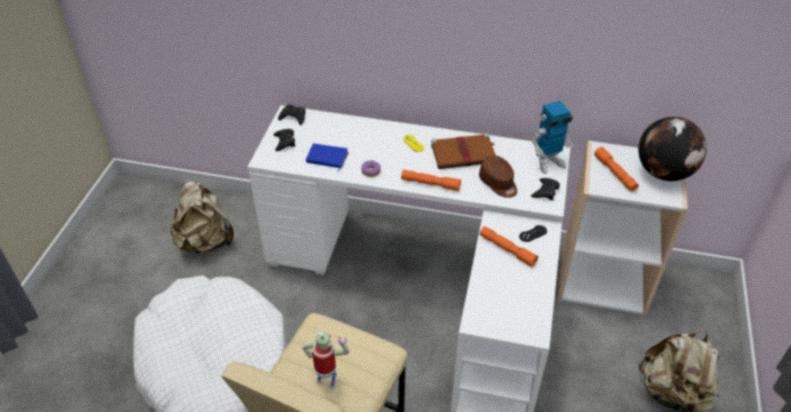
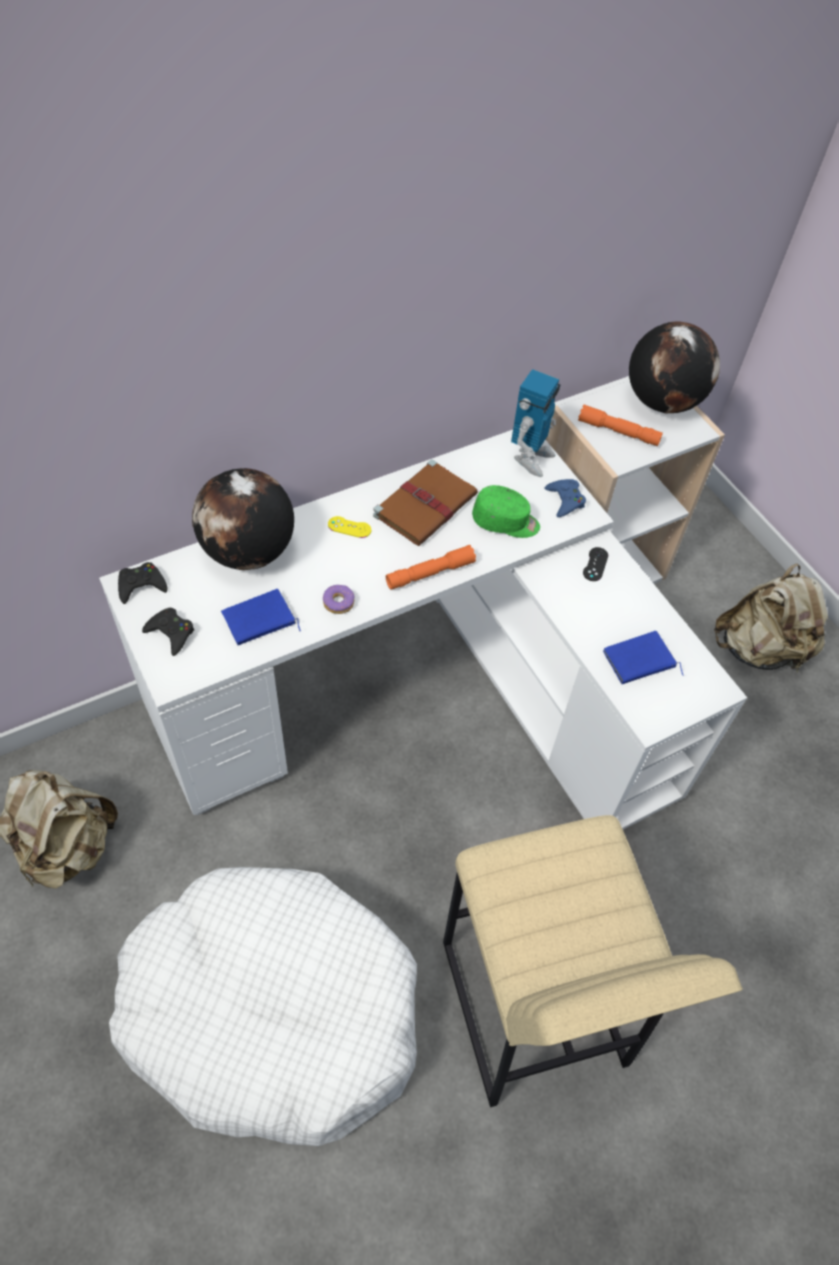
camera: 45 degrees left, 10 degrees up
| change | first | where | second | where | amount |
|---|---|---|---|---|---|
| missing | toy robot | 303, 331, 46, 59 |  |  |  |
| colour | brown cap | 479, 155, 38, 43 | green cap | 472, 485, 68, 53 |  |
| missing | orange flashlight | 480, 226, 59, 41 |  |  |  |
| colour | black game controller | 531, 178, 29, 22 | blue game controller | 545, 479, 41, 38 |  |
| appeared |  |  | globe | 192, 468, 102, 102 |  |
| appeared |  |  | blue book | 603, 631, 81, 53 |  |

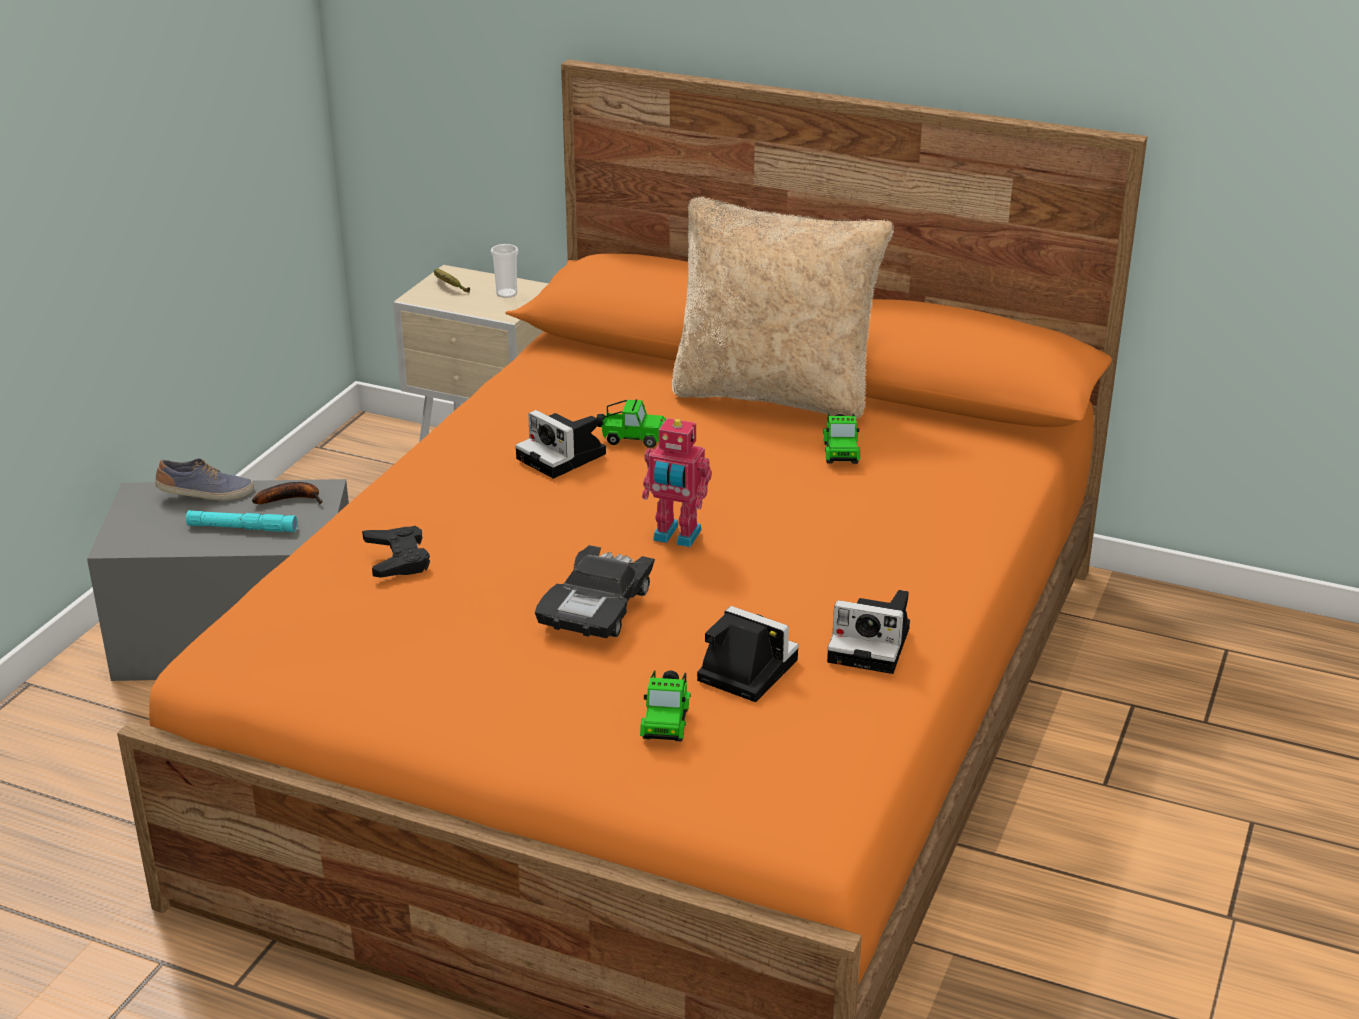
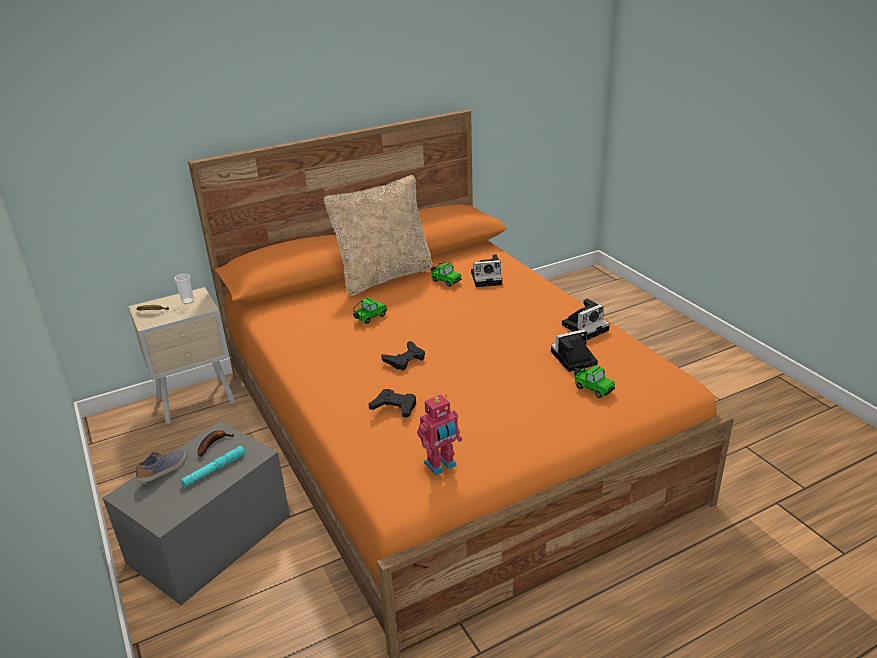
camera: 50 degrees left, 0 degrees up
| change | first | where | second | where | amount |
|---|---|---|---|---|---|
| relocated | photo camera | 515, 410, 91, 68 |  | 471, 254, 31, 33 |  |
| missing | black toy car | 535, 545, 120, 93 |  |  |  |
| relocated | toy robot | 642, 418, 70, 129 |  | 417, 394, 45, 81 |  |
| appeared |  |  | black game controller | 381, 341, 44, 29 |  |

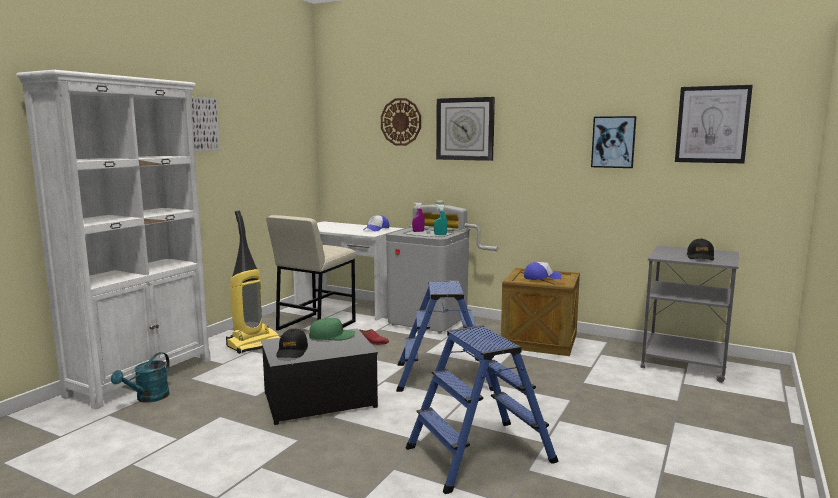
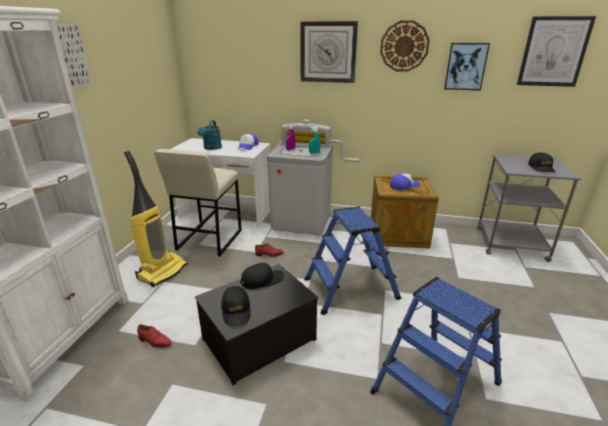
camera: 15 degrees left, 15 degrees up
| change | first | where | second | where | amount |
|---|---|---|---|---|---|
| relocated | turquoise watering can | 111, 352, 59, 50 |  | 197, 121, 25, 29 |  |
| colour | green cap | 309, 318, 46, 22 | black cap | 240, 263, 44, 26 |  |
| relocated | wall clock | 381, 98, 40, 48 |  | 380, 20, 50, 52 |  |
| appeared |  |  | red shoe | 137, 324, 35, 24 |  |

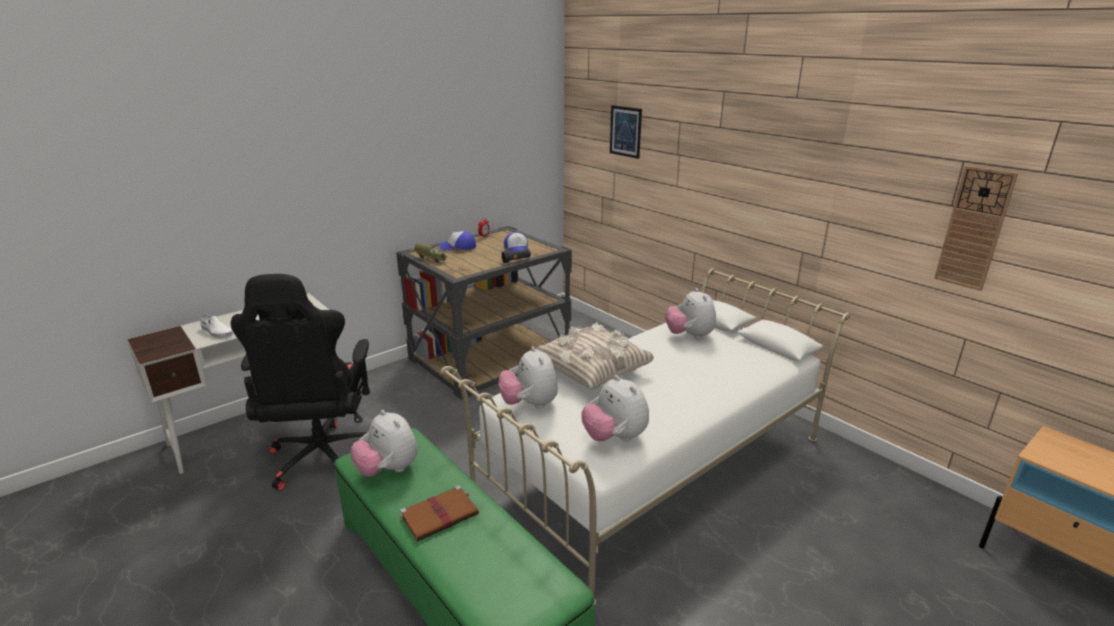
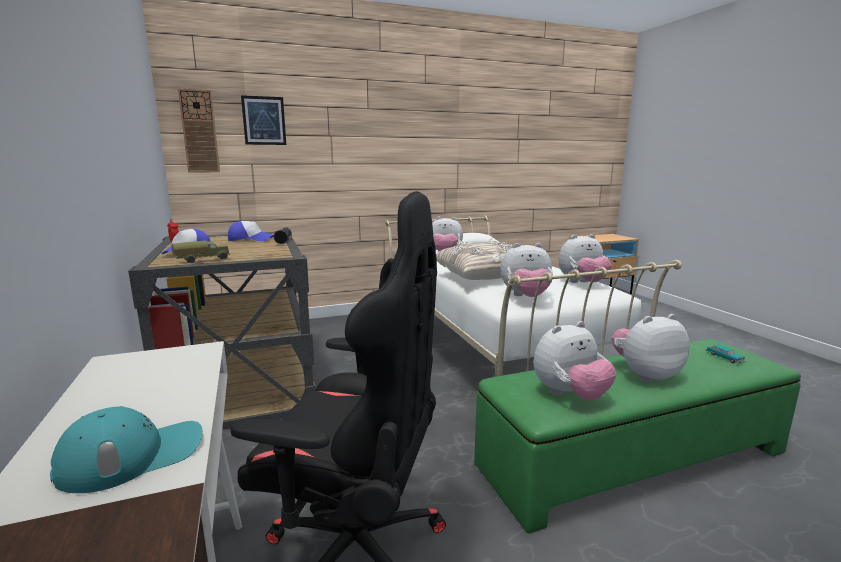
camera: 70 degrees left, 10 degrees down
| change | first | where | second | where | amount |
|---|---|---|---|---|---|
| exchanged | white shoe | 200, 314, 33, 24 | turquoise cap | 50, 406, 153, 87 |  |
| exchanged | brown book | 400, 485, 79, 56 | plush toy | 611, 314, 79, 68 |  |
| relocated | wall clock | 934, 165, 84, 126 |  | 178, 88, 42, 85 |  |
| appeared |  |  | toy car | 706, 345, 39, 18 |  |

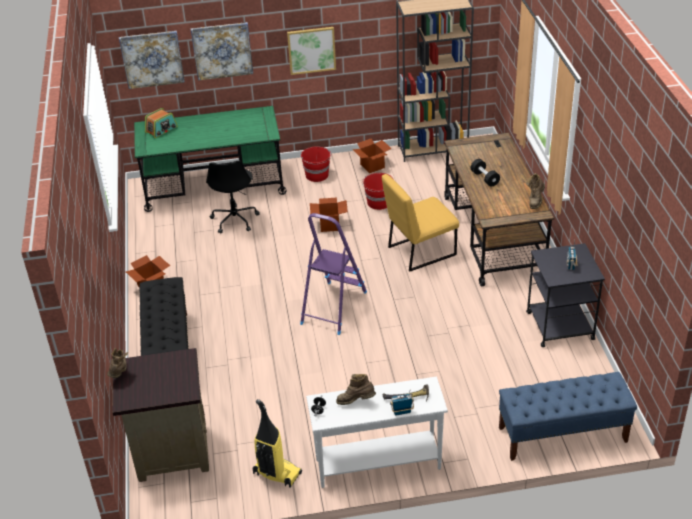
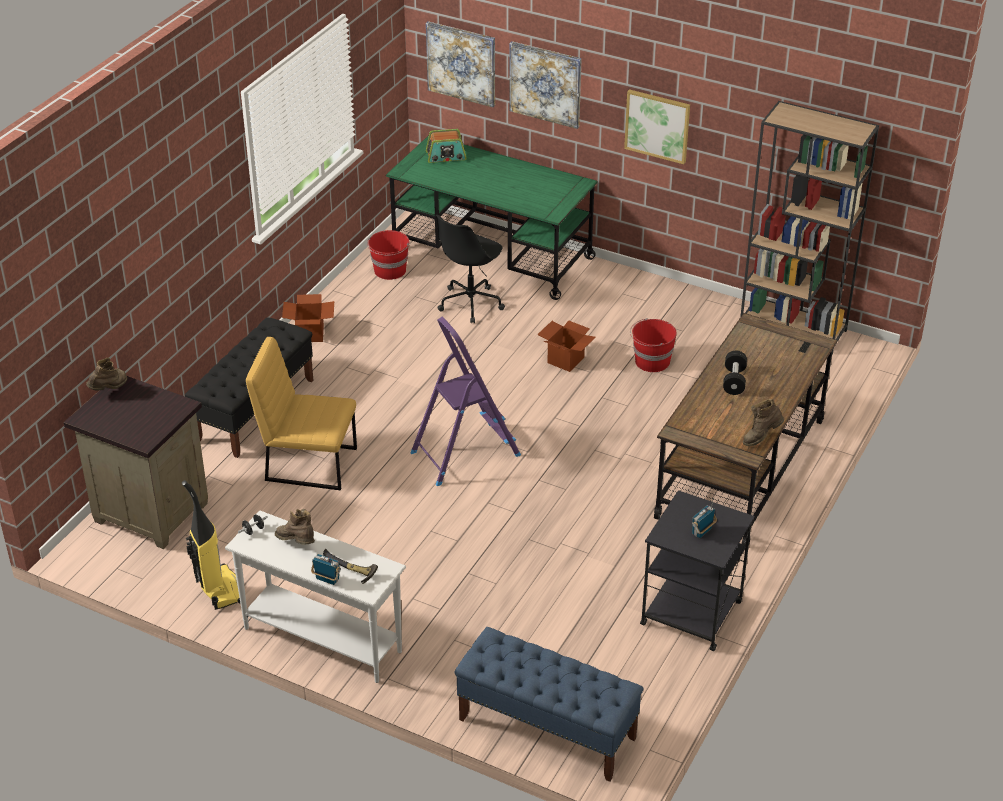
camera: 35 degrees right, 0 degrees up
| change | first | where | second | where | amount |
|---|---|---|---|---|---|
| relocated | red bucket | 301, 146, 30, 36 |  | 367, 230, 42, 50 |  |
| missing | cardboard box | 353, 138, 39, 35 |  |  |  |
| relocated | yellow chair | 382, 174, 77, 98 |  | 246, 337, 111, 154 |  |

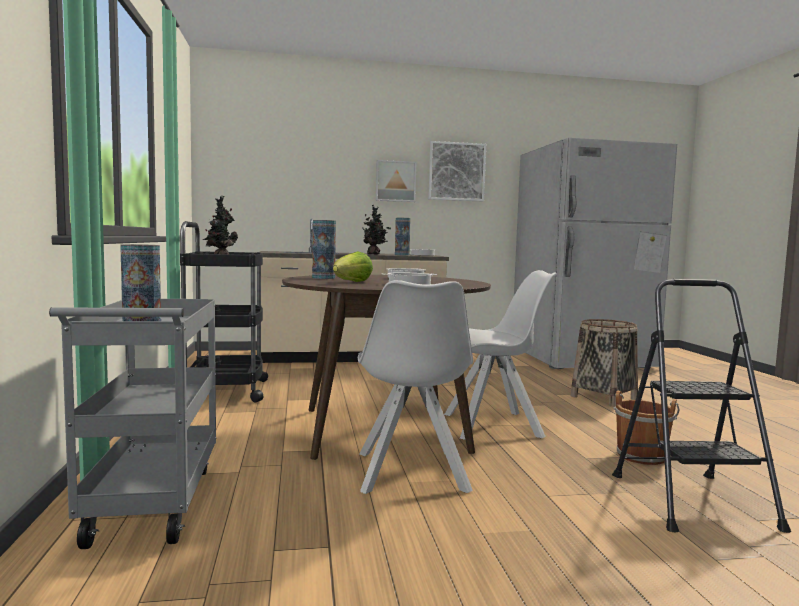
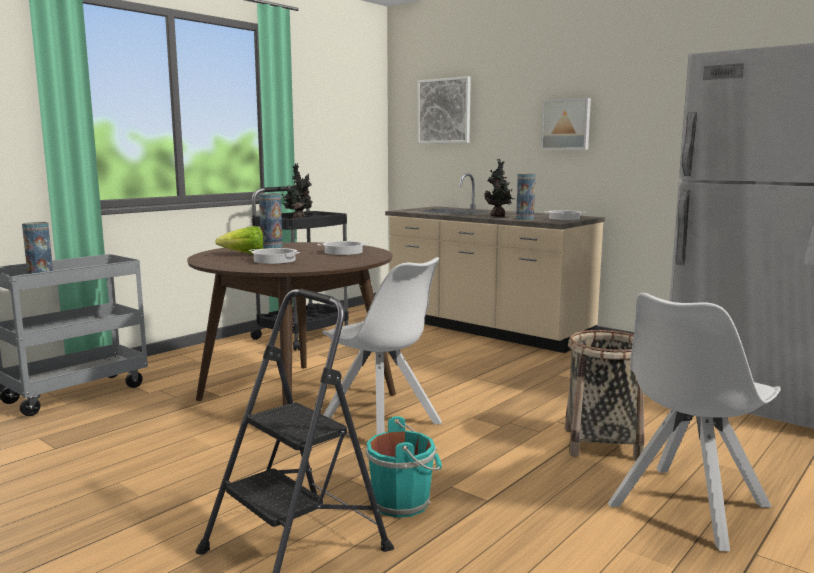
camera: 50 degrees right, 5 degrees up
| change | first | where | second | where | amount |
|---|---|---|---|---|---|
| relocated | white chair | 358, 280, 115, 214 |  | 608, 293, 173, 258 |  |
| relocated | picture | 428, 141, 58, 61 |  | 417, 76, 54, 67 |  |
| colour | brown bucket | 613, 390, 67, 75 | turquoise bucket | 366, 416, 76, 102 |  |

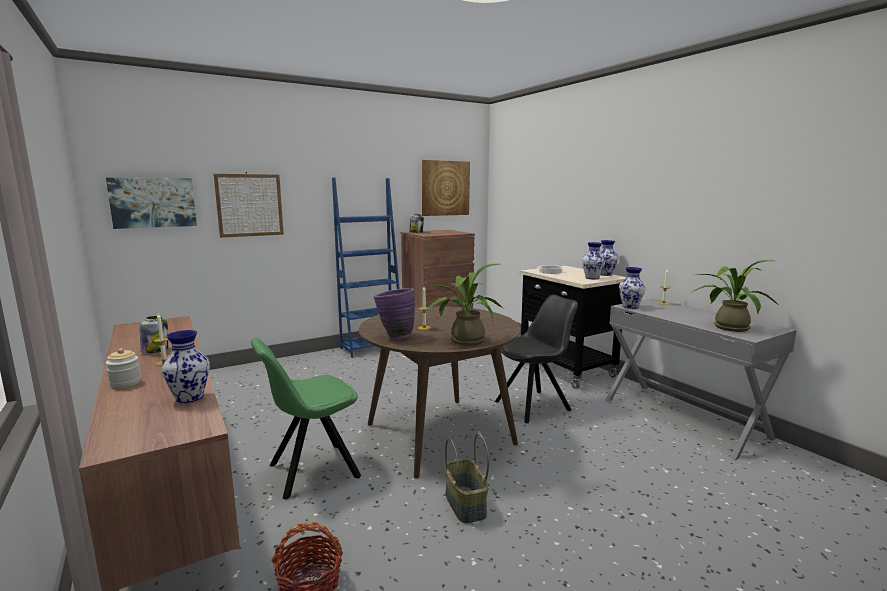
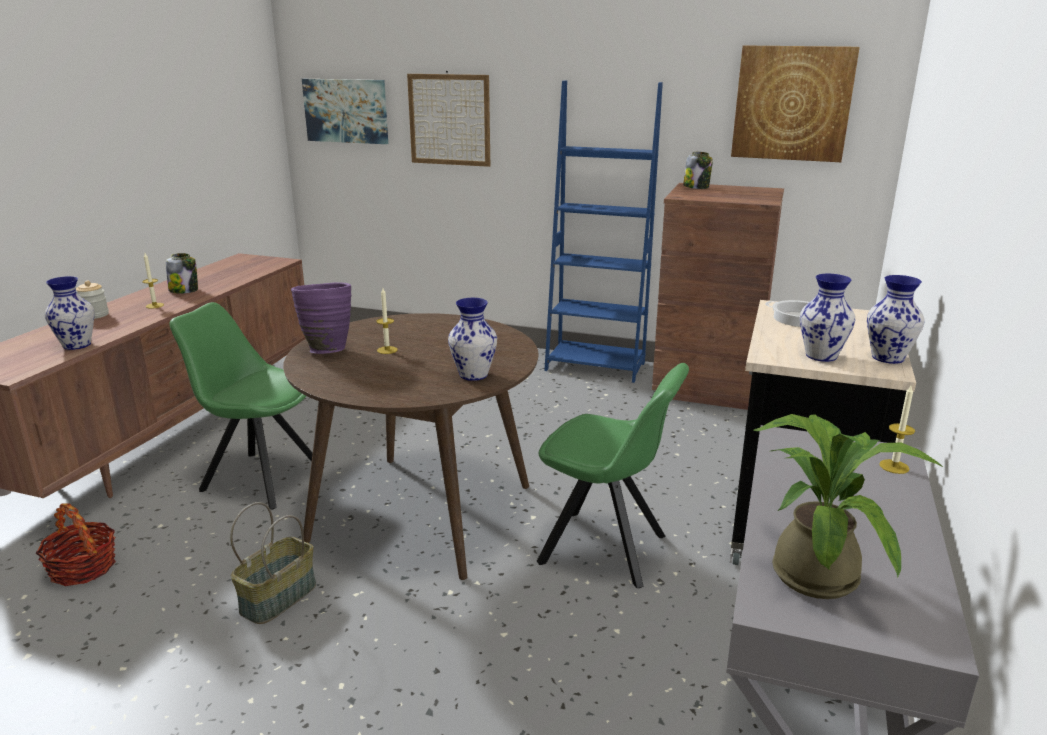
camera: 50 degrees right, 10 degrees up
| change | first | where | second | where | amount |
|---|---|---|---|---|---|
| missing | potted plant | 421, 264, 82, 82 |  |  |  |
| colour | black chair | 495, 294, 83, 129 | green chair | 537, 363, 152, 225 |  |
| relocated | vase | 619, 267, 27, 42 |  | 448, 298, 49, 83 |  |

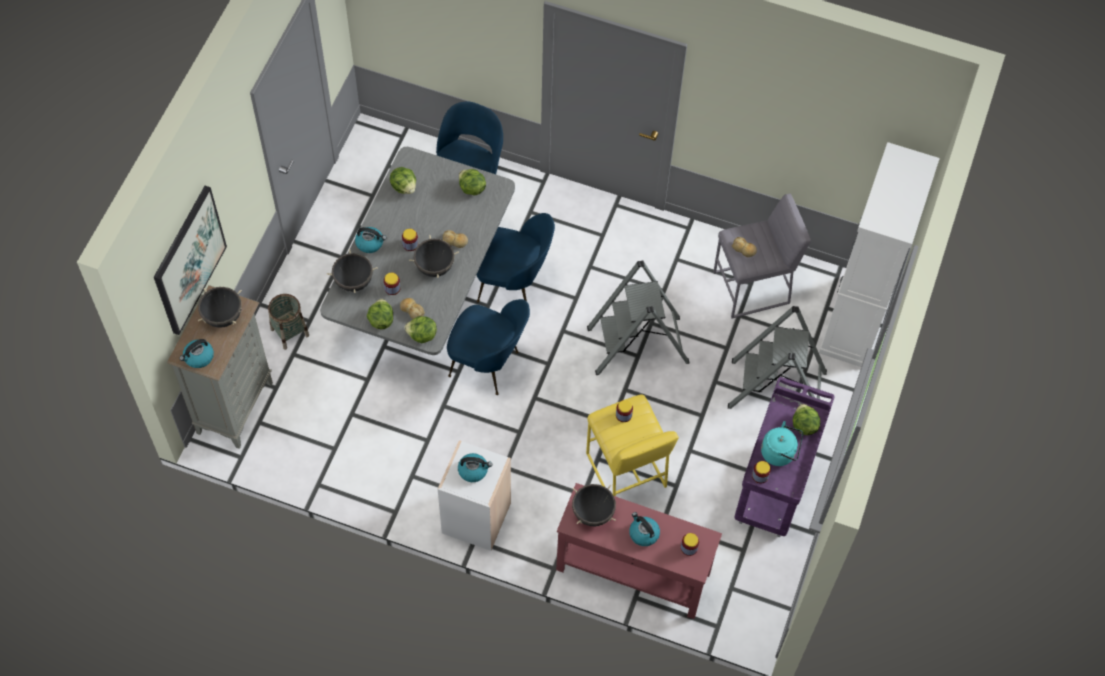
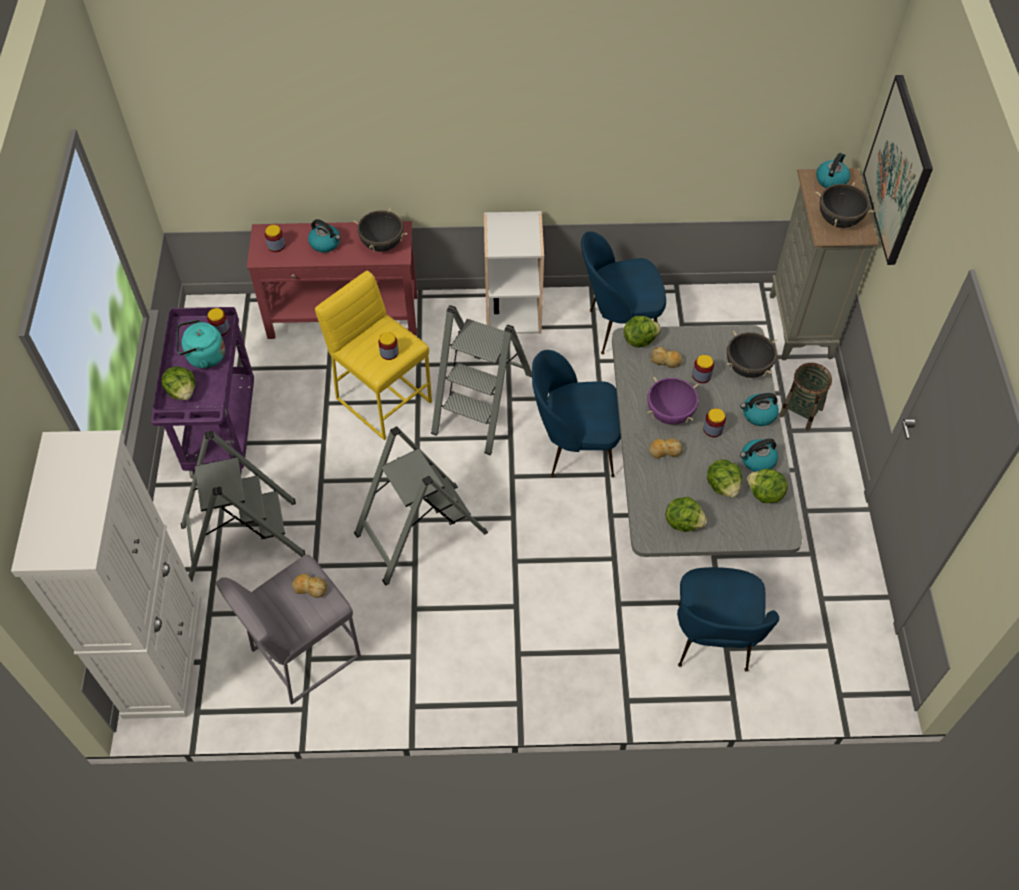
camera: 160 degrees right, 5 degrees down
| change | first | where | second | where | amount |
|---|---|---|---|---|---|
| relocated | lettuce | 367, 299, 26, 30 |  | 707, 460, 35, 38 |  |
| colour | black cooking pot | 409, 235, 50, 43 | purple cooking pot | 647, 377, 52, 48 |  |
| relocated | kettle | 458, 453, 34, 29 |  | 740, 439, 38, 33 |  |
| relocated | blue chair | 477, 213, 78, 89 |  | 581, 231, 85, 124 |  |
| appeared |  |  | grey step ladder | 431, 305, 101, 150 |  |

